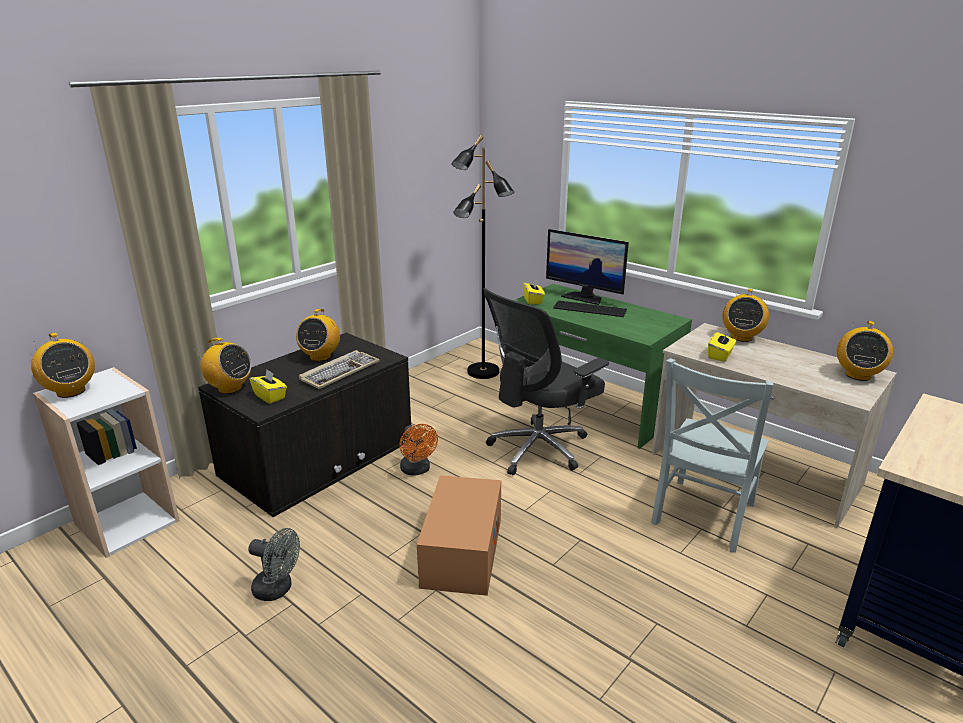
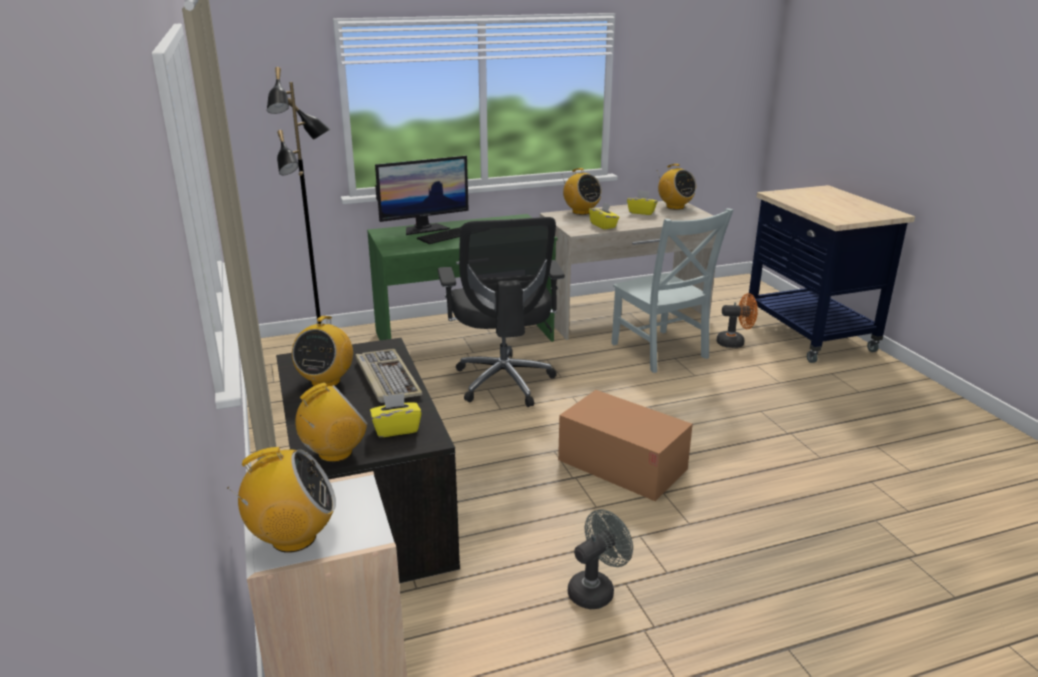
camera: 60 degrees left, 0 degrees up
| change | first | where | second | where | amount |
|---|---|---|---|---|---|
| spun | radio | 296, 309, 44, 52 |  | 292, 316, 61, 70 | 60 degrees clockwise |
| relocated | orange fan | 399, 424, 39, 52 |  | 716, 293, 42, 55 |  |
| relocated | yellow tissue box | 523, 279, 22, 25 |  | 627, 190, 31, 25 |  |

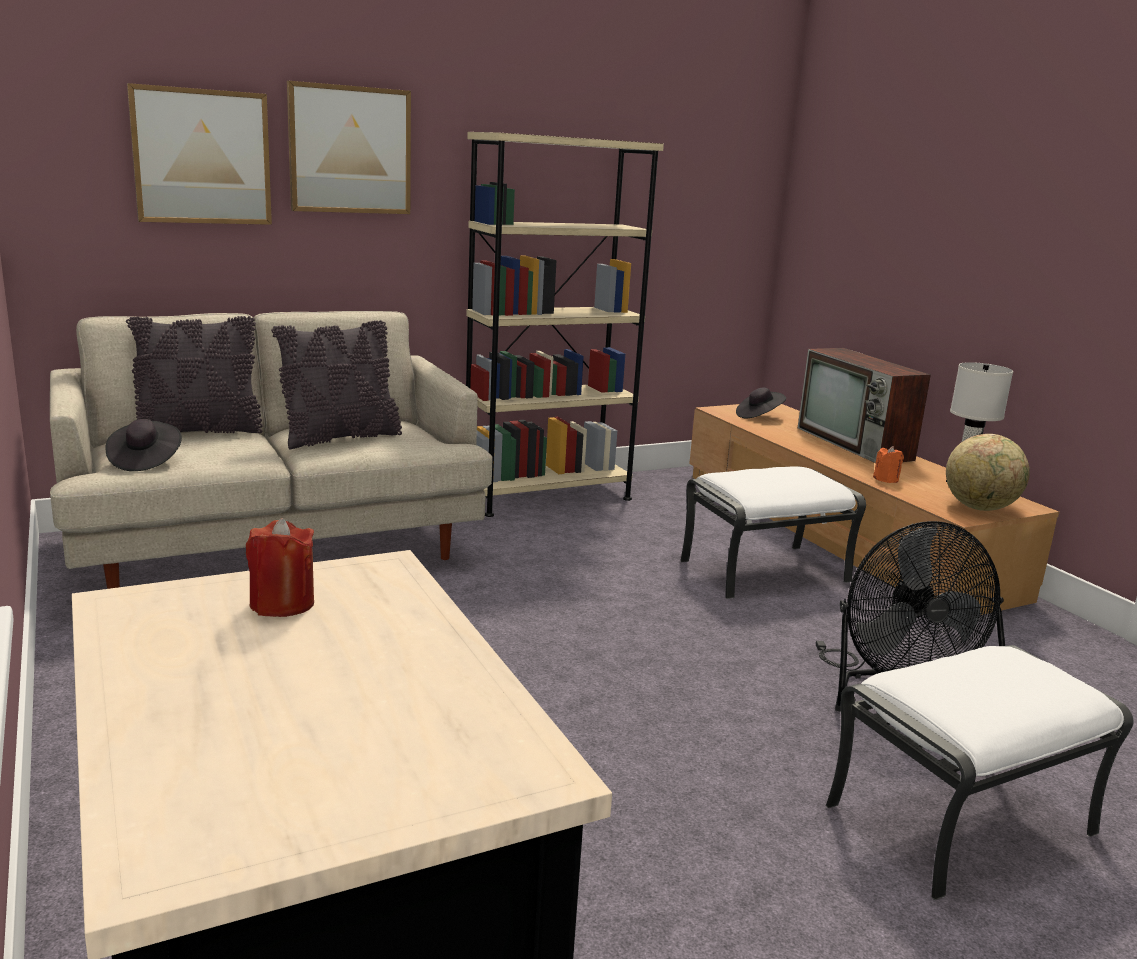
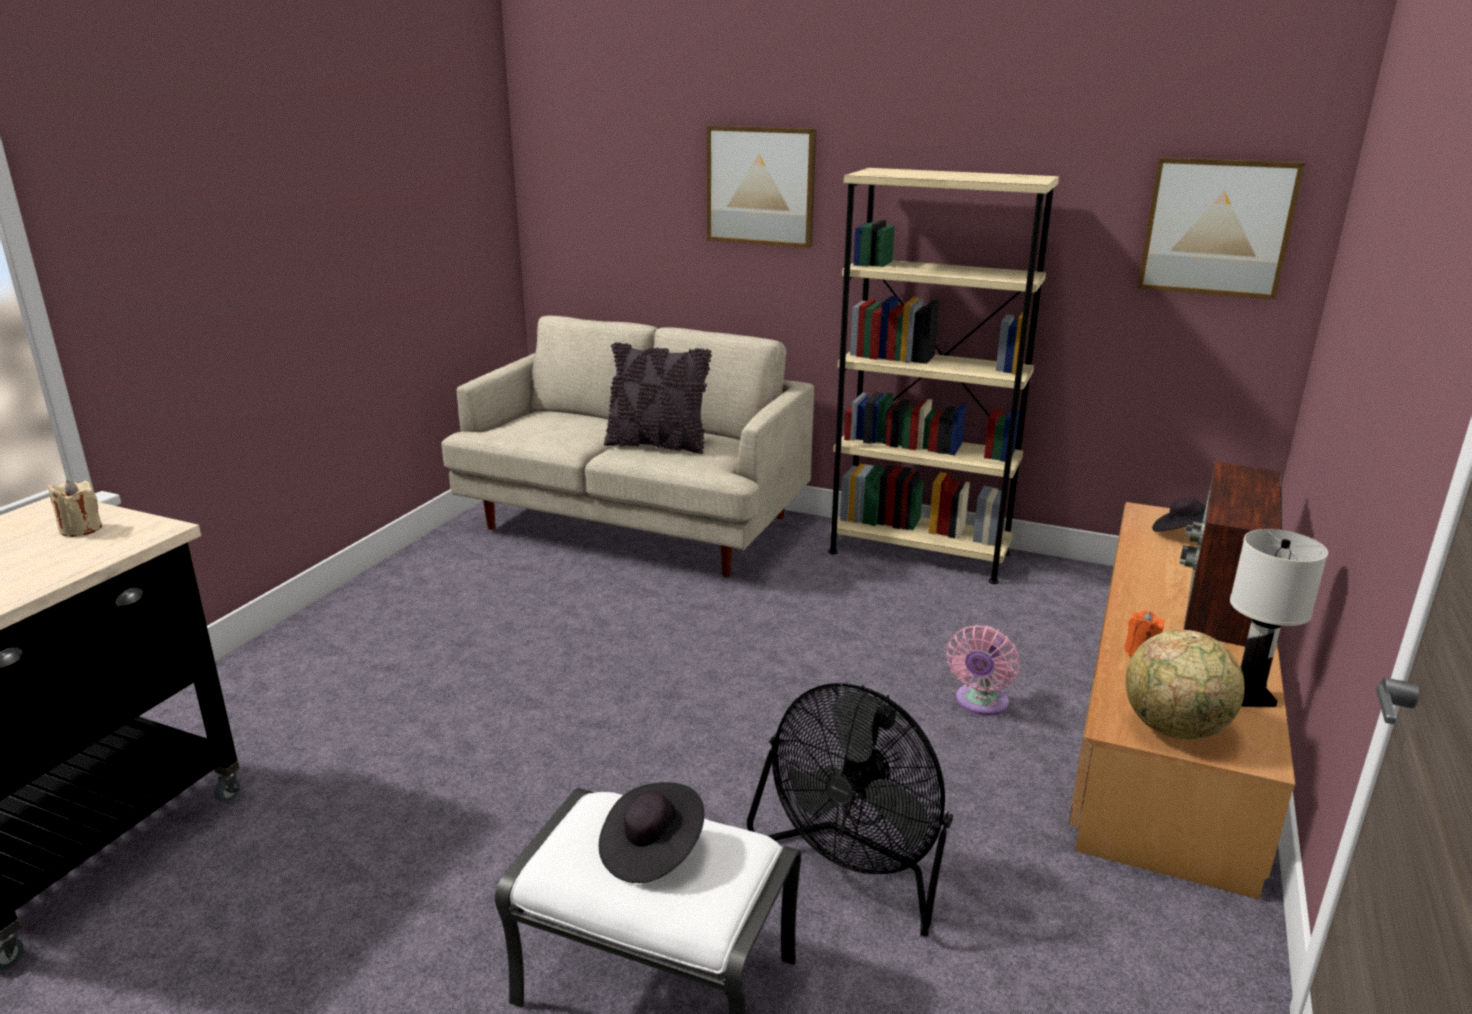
camera: 50 degrees right, 5 degrees up
| change | first | where | second | where | amount |
|---|---|---|---|---|---|
| relocated | black hat | 105, 419, 77, 52 |  | 599, 782, 105, 101 |  |
| missing | black pillow | 126, 316, 137, 117 |  |  |  |
| relocated | picture | 127, 83, 145, 142 |  | 1137, 157, 168, 143 |  |
| colour | red candle | 246, 518, 68, 99 | beige candle | 48, 480, 54, 57 |  |
| exchanged | white ottoman | 680, 466, 186, 133 | pink fan | 947, 625, 73, 91 |  |

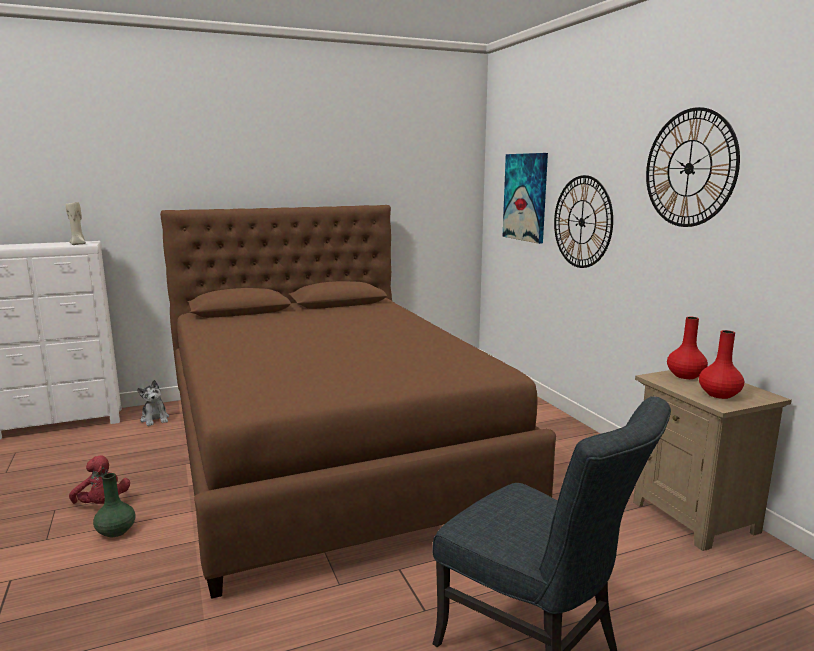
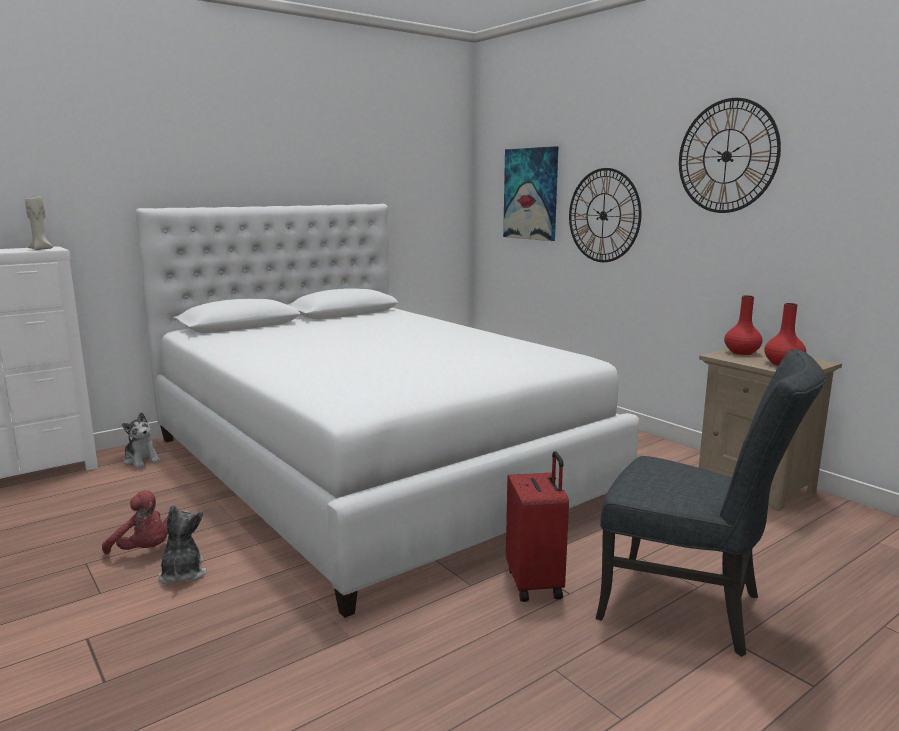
camera: 15 degrees left, 0 degrees up
| change | first | where | second | where | amount |
|---|---|---|---|---|---|
| exchanged | green vase | 93, 473, 43, 64 | plush toy | 158, 505, 49, 80 |  |
| colour | brown bed | 160, 205, 396, 394 | white bed | 136, 204, 503, 414 |  |
| appeared |  |  | red suitcase | 506, 451, 63, 151 |  |

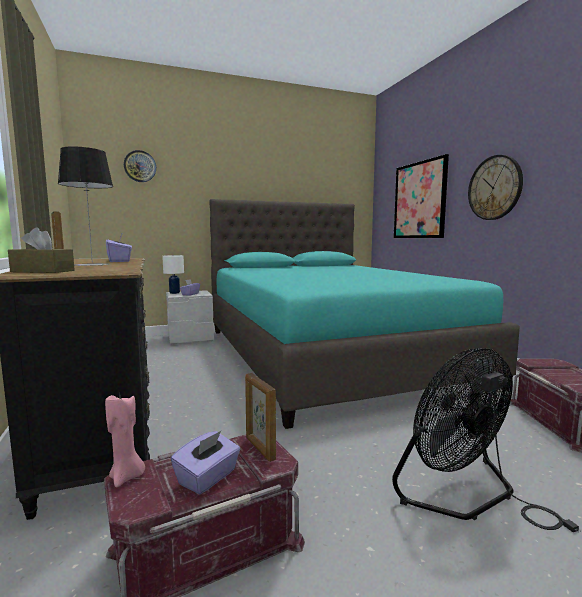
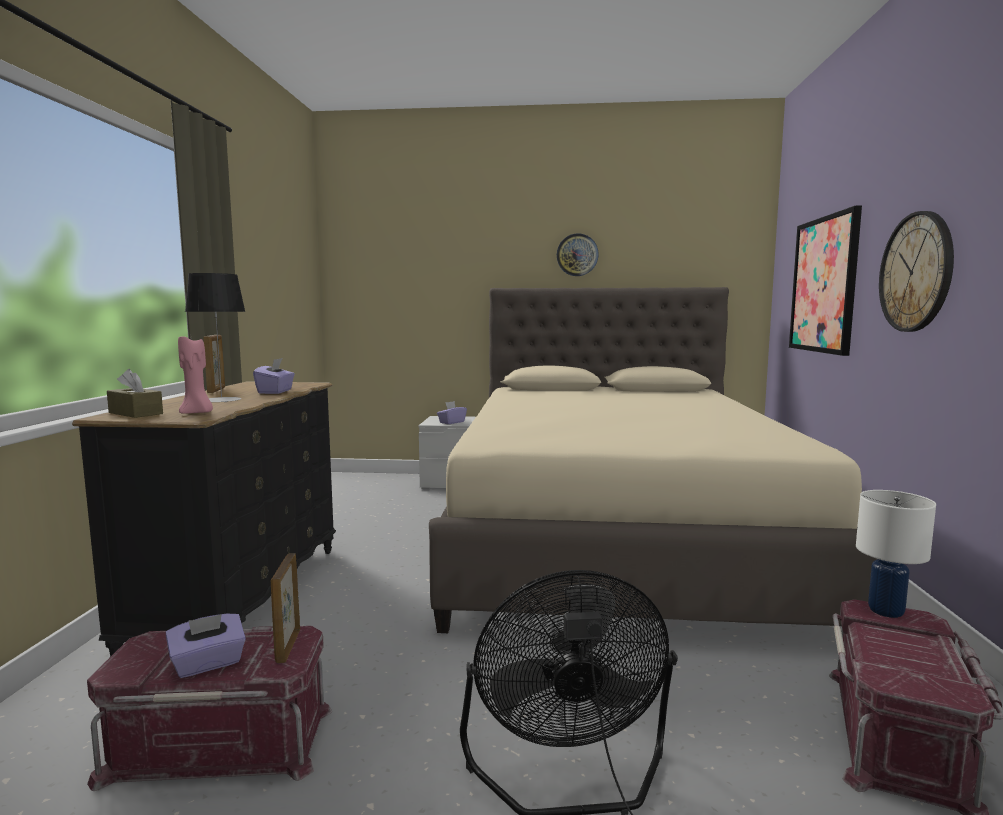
camera: 25 degrees right, 0 degrees up
| change | first | where | second | where | amount |
|---|---|---|---|---|---|
| relocated | pink candle | 105, 395, 40, 92 |  | 178, 337, 35, 77 |  |
| relocated | wall clock | 124, 150, 32, 32 |  | 557, 233, 42, 43 |  |
| relocated | white table lamp | 162, 255, 22, 39 |  | 856, 490, 80, 128 |  |
| colour | turquoise bed | 210, 199, 310, 230 | beige bed | 429, 287, 448, 346 |  |

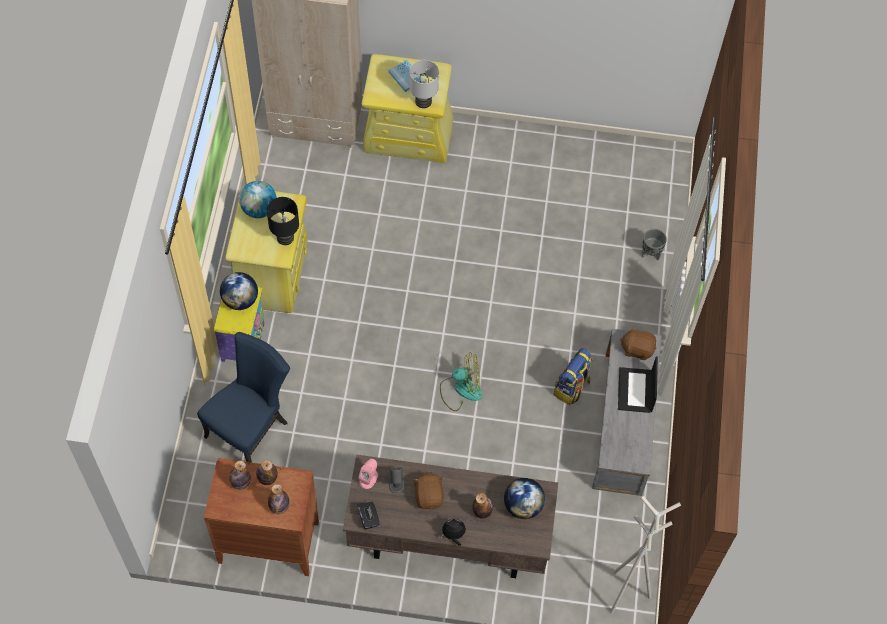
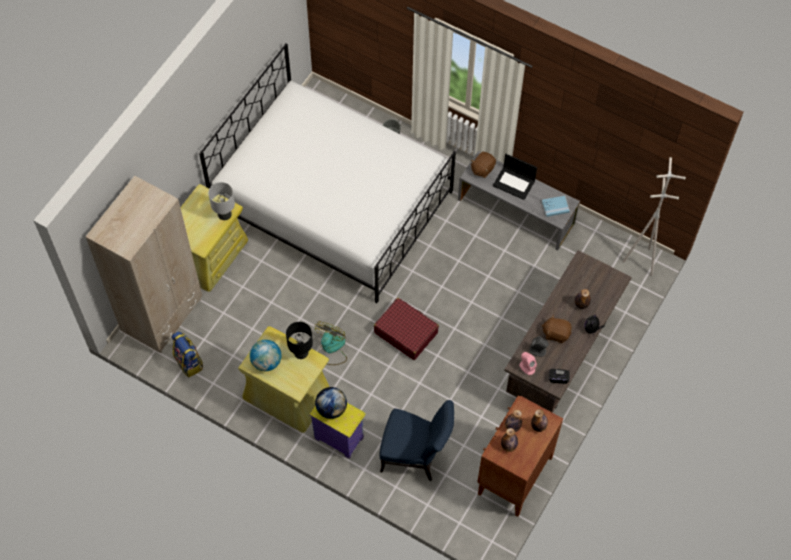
camera: 65 degrees left, 0 degrees up
| change | first | where | second | where | amount |
|---|---|---|---|---|---|
| spun | blue chair | 197, 332, 93, 132 |  | 379, 400, 75, 81 | 135 degrees clockwise |
| relocated | blue book | 389, 60, 34, 32 |  | 541, 196, 29, 21 |  |
| relocated | fan | 440, 352, 42, 59 |  | 314, 322, 33, 43 |  |
| missing | globe | 504, 478, 41, 41 |  |  |  |
| relocated | backpack | 553, 348, 40, 57 |  | 172, 331, 31, 47 |  |
| appeared |  |  | white bed | 199, 43, 257, 260 |  |
| appeared |  |  | red suitcase | 374, 298, 65, 62 |  |

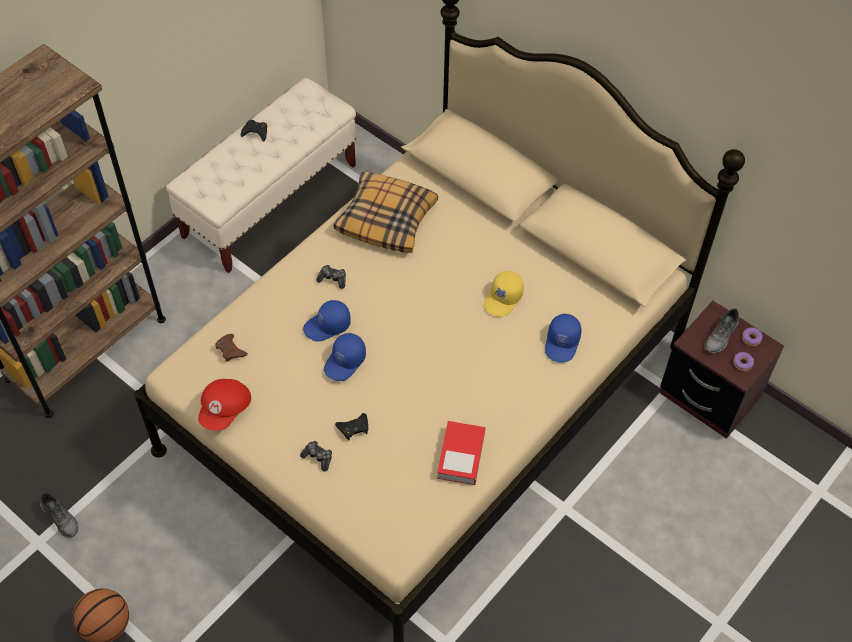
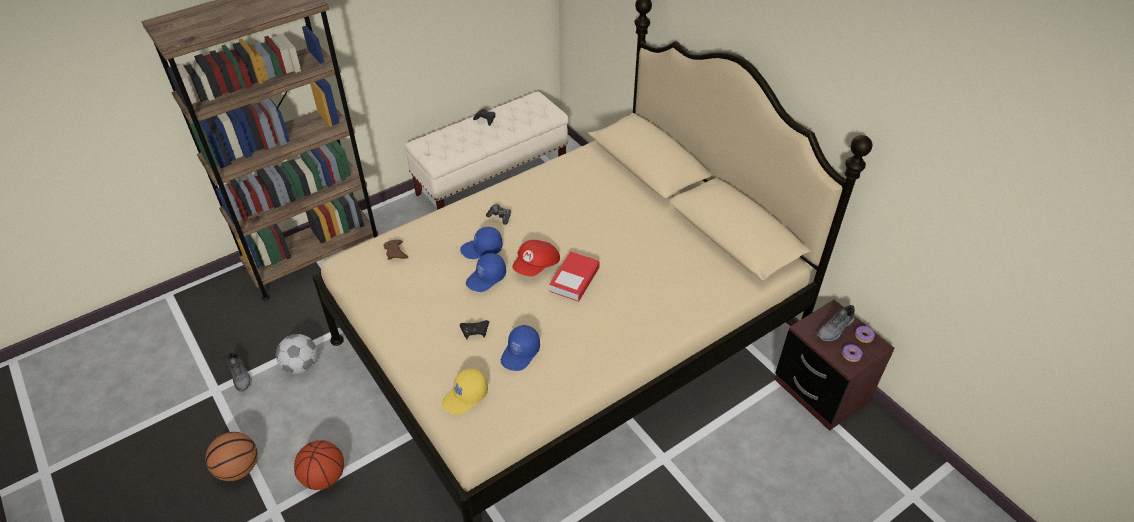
camera: 15 degrees right, 10 degrees down
| change | first | where | second | where | amount |
|---|---|---|---|---|---|
| relocated | red cap | 198, 379, 53, 52 |  | 512, 240, 48, 36 |  |
| missing | game controller | 300, 441, 32, 31 |  |  |  |
| missing | pillow | 334, 172, 104, 81 |  |  |  |
| relocated | book | 437, 421, 48, 64 |  | 549, 251, 51, 51 |  |
| relocated | yellow cap | 484, 271, 40, 46 |  | 442, 368, 46, 47 |  |
| relocated | blue cap | 545, 314, 37, 49 |  | 501, 325, 39, 46 |  |
| appeared |  |  | football | 276, 334, 42, 40 |  |
| appeared |  |  | basketball | 294, 440, 50, 50 |  |

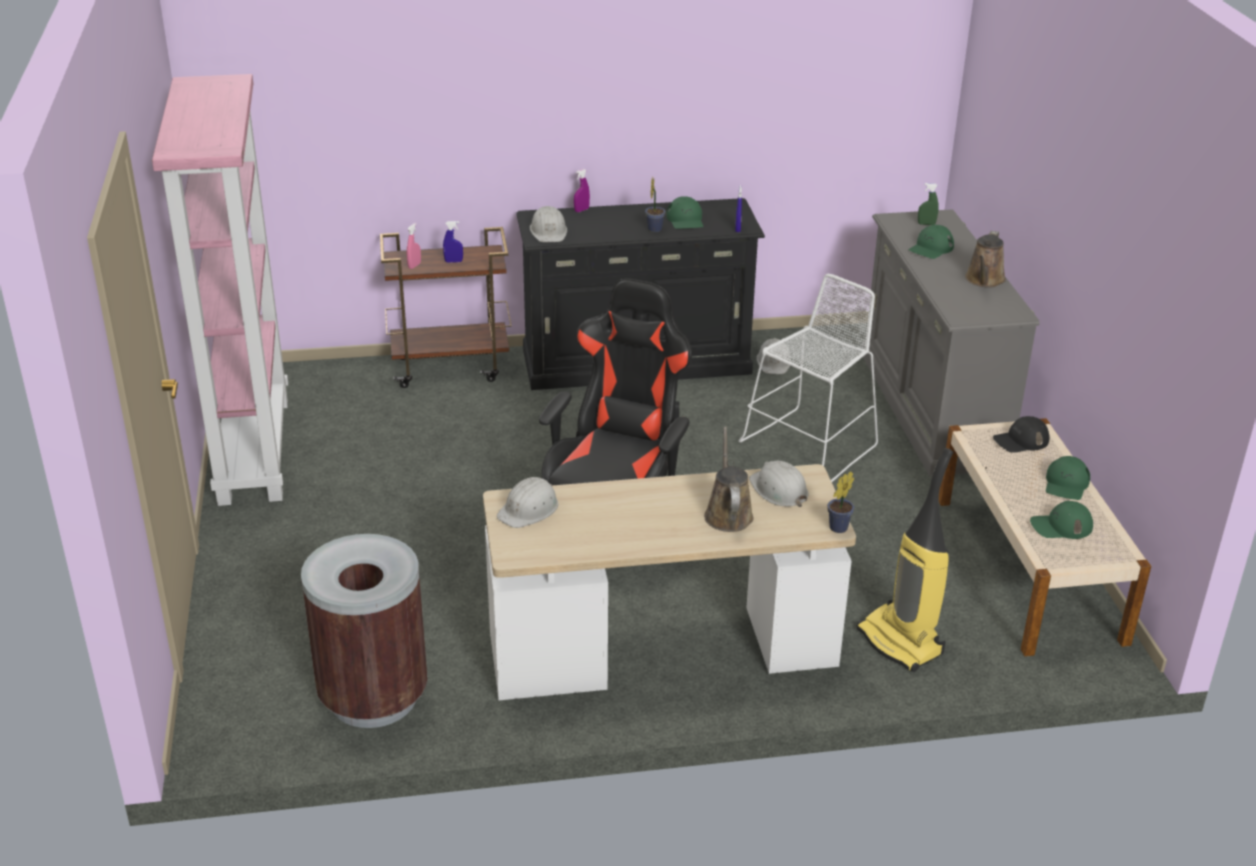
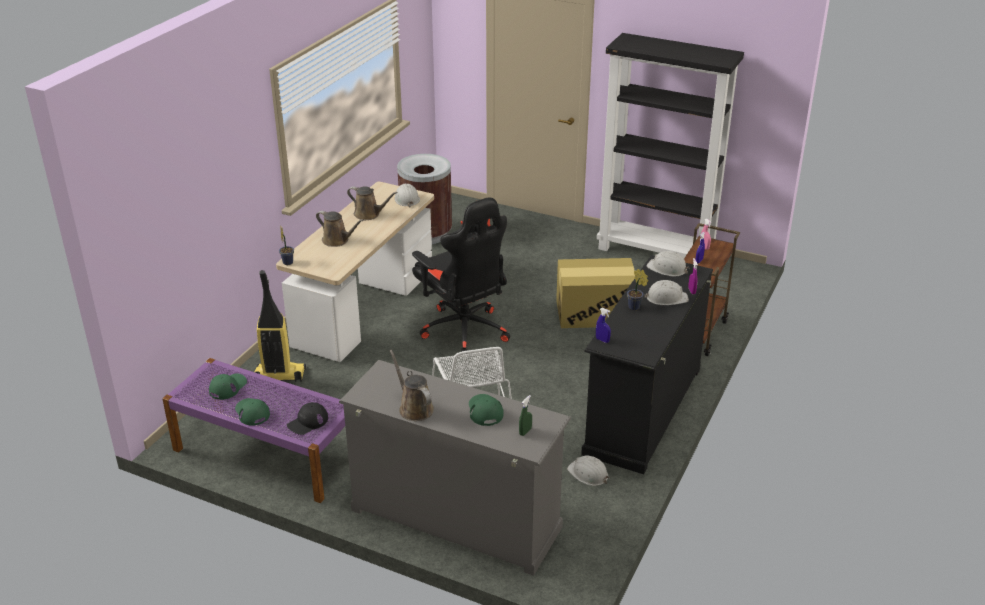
camera: 125 degrees right, 0 degrees up
| change | first | where | second | where | amount |
|---|---|---|---|---|---|
| colour | pink bookcase | 152, 74, 136, 432 | black bookcase | 597, 33, 147, 225 |  |
| missing | green cap | 666, 196, 37, 33 |  |  |  |
| relocated | white hard hat | 749, 461, 59, 46 |  | 644, 280, 45, 25 |  |
| colour | beige bench | 939, 418, 212, 238 | purple bench | 162, 358, 183, 145 |  |
| spun | black cap | 993, 416, 57, 37 |  | 287, 402, 41, 33 | 150 degrees counterclockwise |
| appeared |  |  | brown watering can | 347, 186, 51, 34 |  |
| appeared |  |  | cardboard box | 556, 258, 79, 70 |  |

